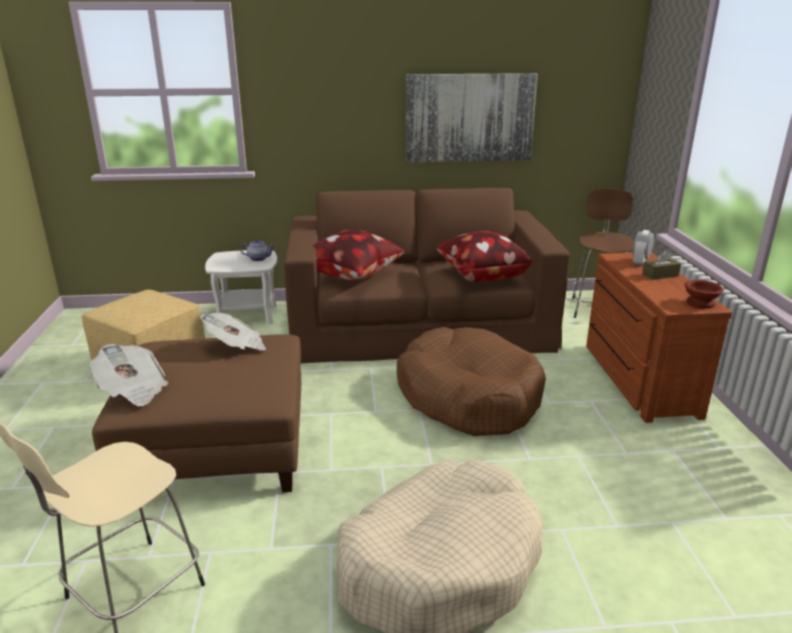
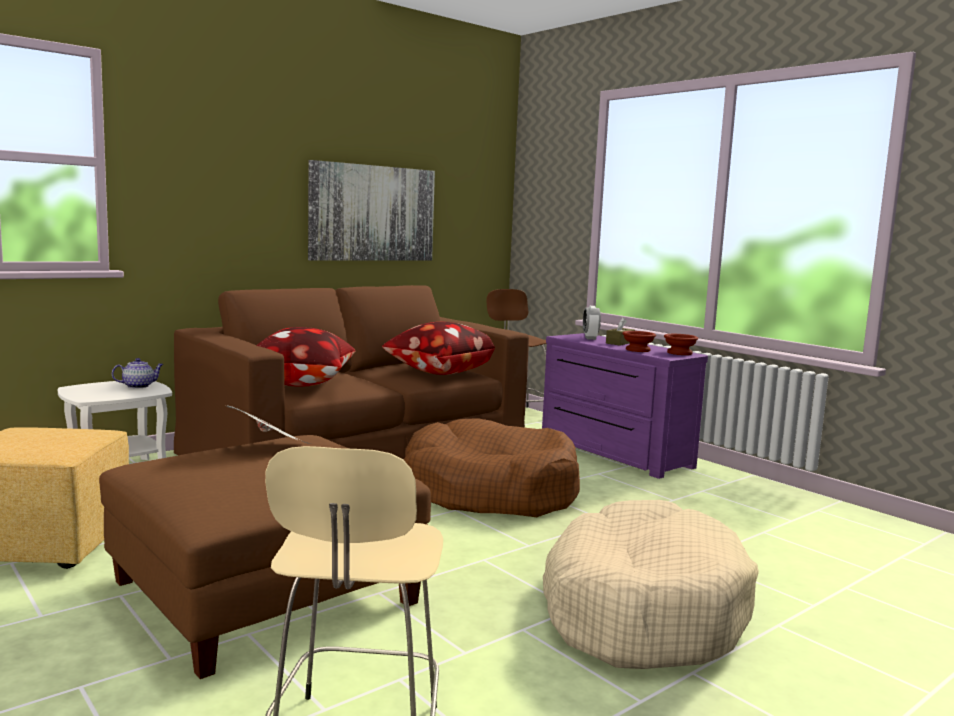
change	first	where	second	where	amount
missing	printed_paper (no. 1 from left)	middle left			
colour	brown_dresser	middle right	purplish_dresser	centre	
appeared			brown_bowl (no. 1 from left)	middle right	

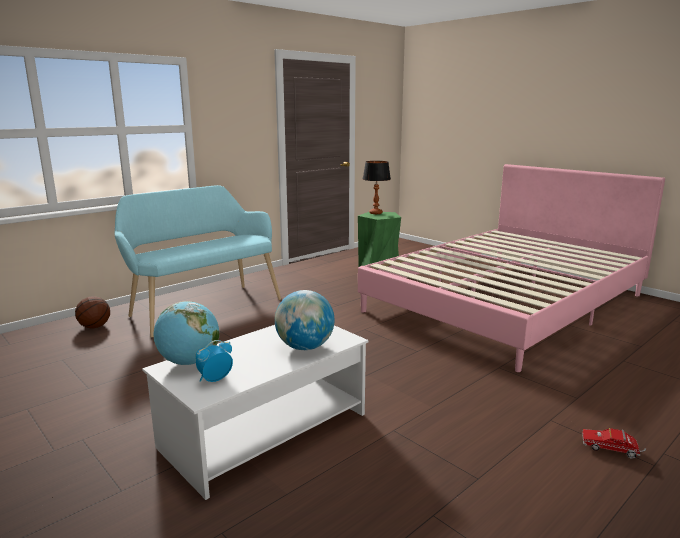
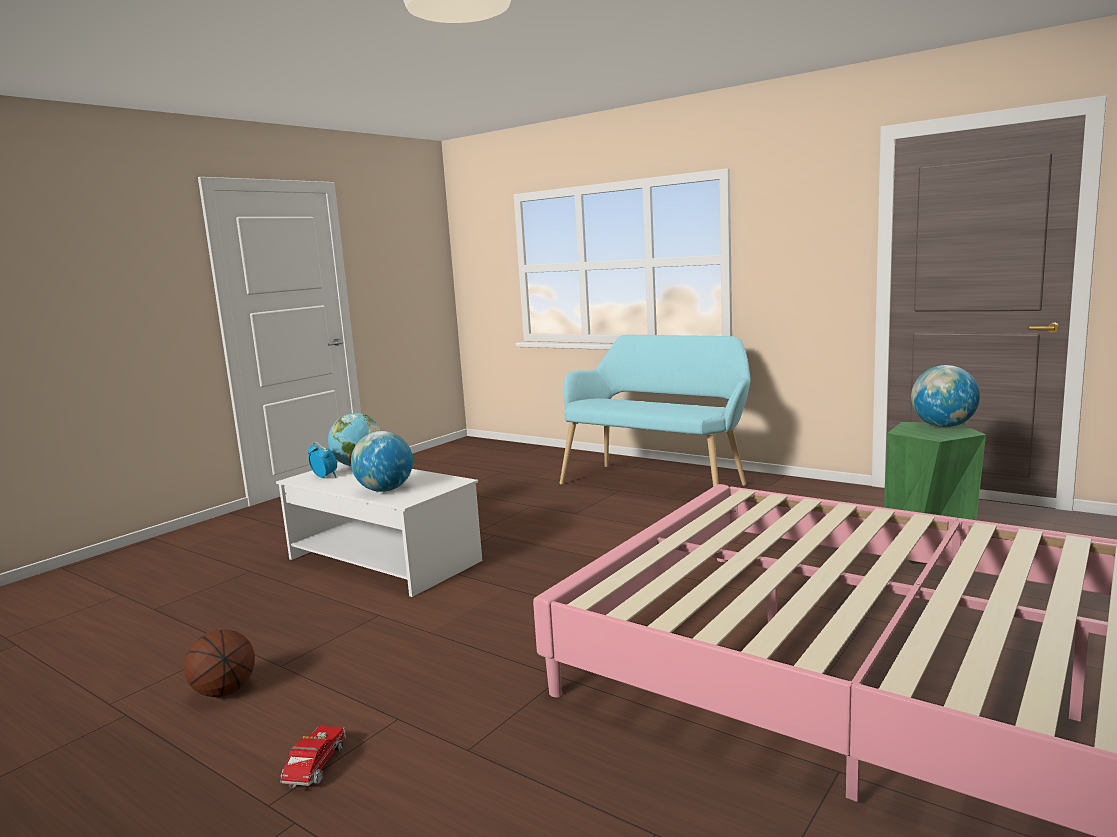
change	first	where	second	where	amount
relocated	ball_for_basketball	middle left		bottom left	
exchanged	lamp_for_a_table	centre	globe (no. 3 from left)	middle right	

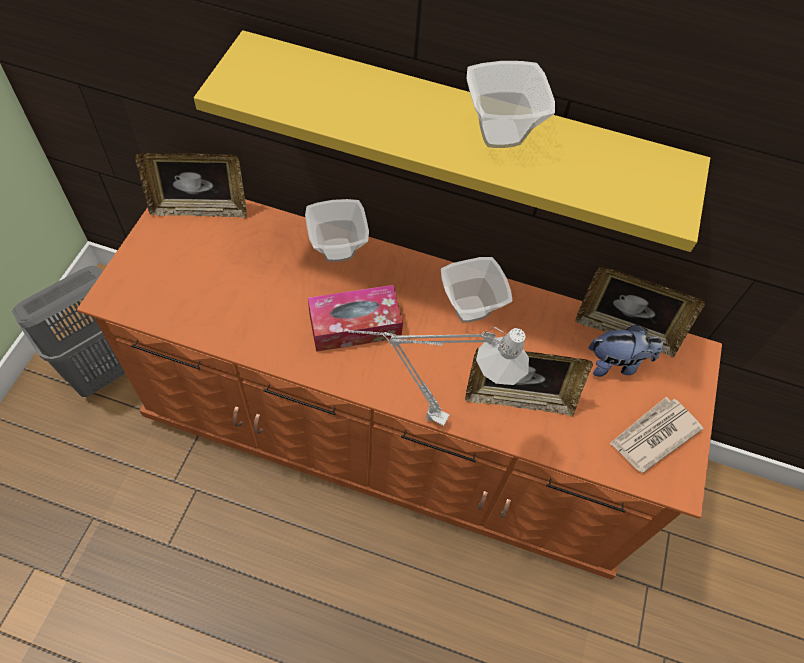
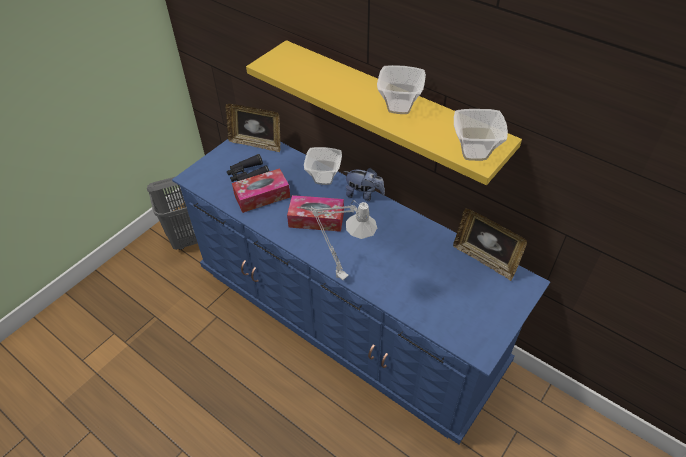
change	first	where	second	where	amount
colour	orange_dresser	centre	bluish_dresser	centre	
relocated	bowl (no. 2 from left in the first image)	centre	bowl (no. 3 from left)	top right	
missing	standing_frame (no. 2 from left)	centre			
relocated	cuddly_toy	middle right		centre	
missing	printed_paper	middle right			
appeared			black_pair_of_binoculars	centre	
appeared			tissue_box (no. 1 from left)	centre	

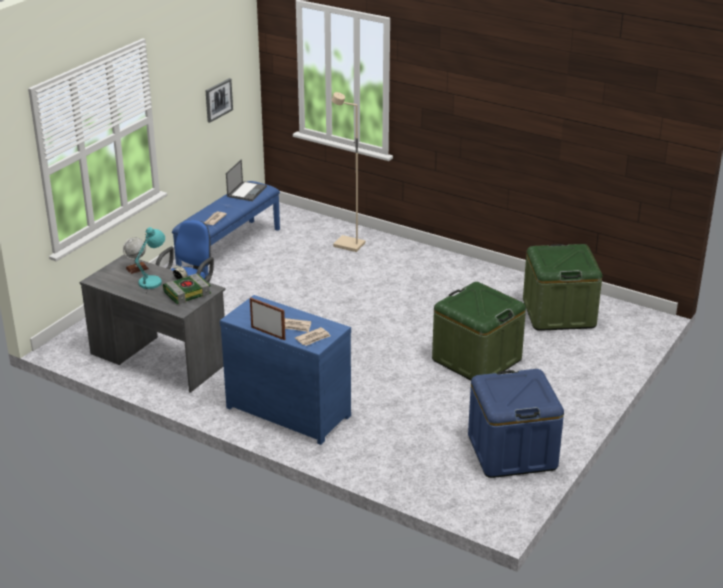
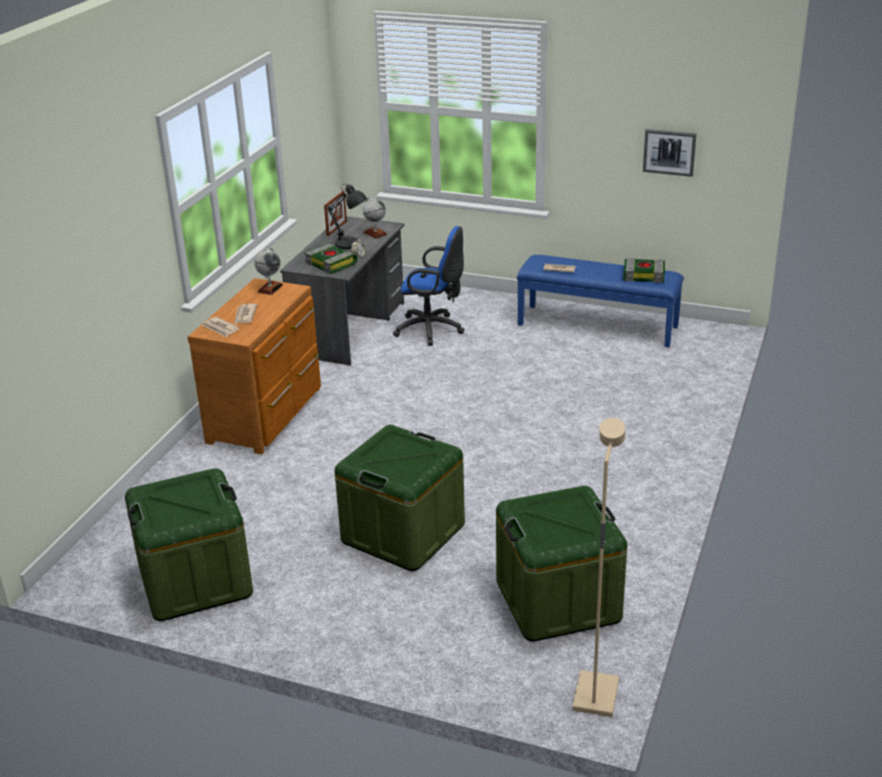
change	first	where	second	where	amount
colour	turquoise_lamp_for_a_table	middle left	gray_lamp_for_a_table	top centre	
colour	bluish_dresser	centre	brown_dresser	middle left	
exchanged	portable_computer	top centre	volume (no. 2 from left)	middle right	
relocated	standing_frame	centre		top centre	
relocated	sand-coloured_standing_lamp	top centre		bottom right	
colour	bluish_storage_container	bottom right	green_storage_container (no. 1 from left)	bottom left	
appeared			globe (no. 1 from left)	middle left	

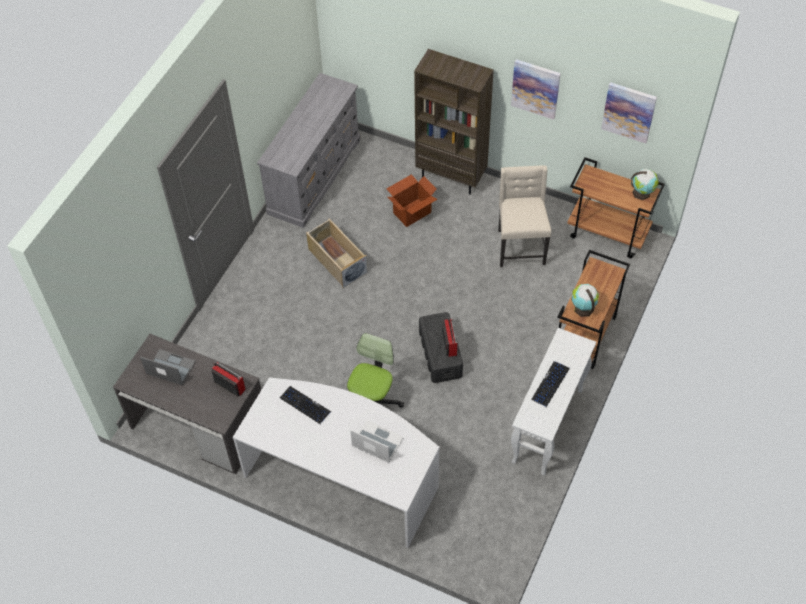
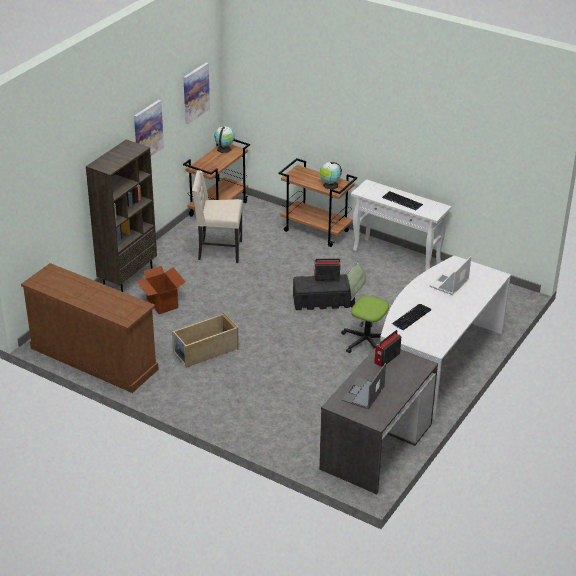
change	first	where	second	where	amount
colour	gray_dresser	top centre	brown_dresser	middle left	

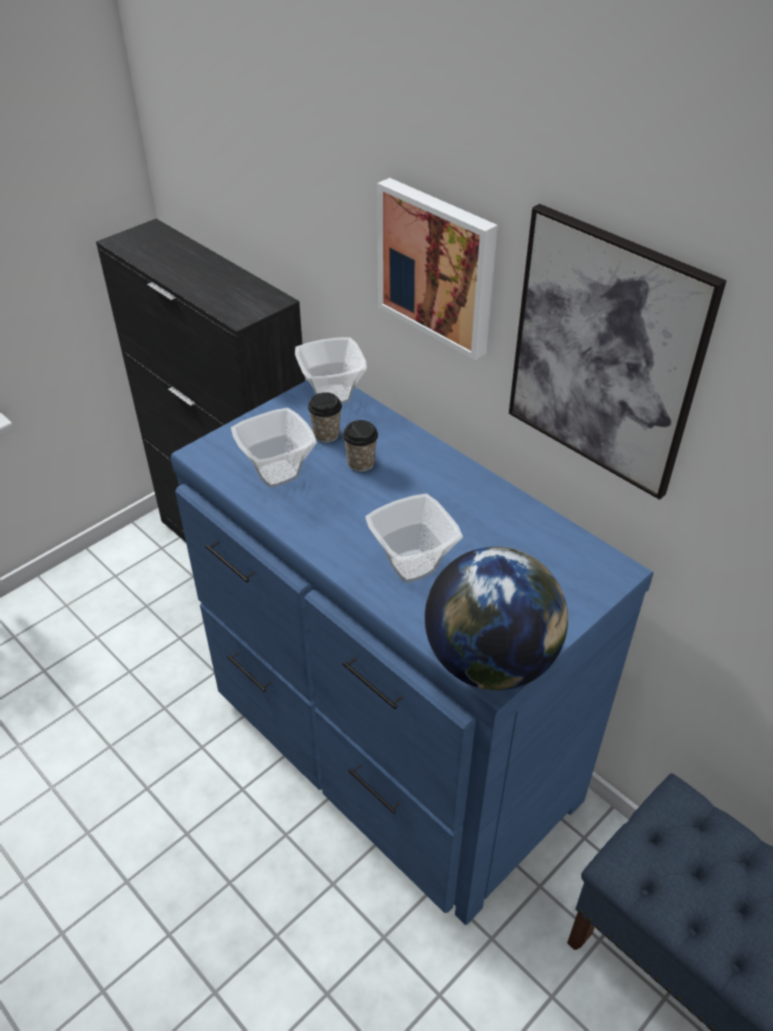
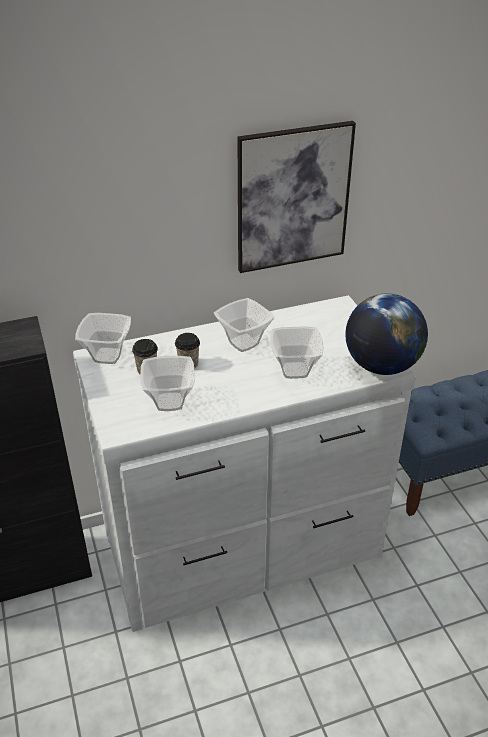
change	first	where	second	where	amount
colour	bluish_dresser	centre	white-coloured_dresser	centre	
missing	picture (no. 1 from left)	top centre			
appeared			bowl (no. 3 from left)	centre	

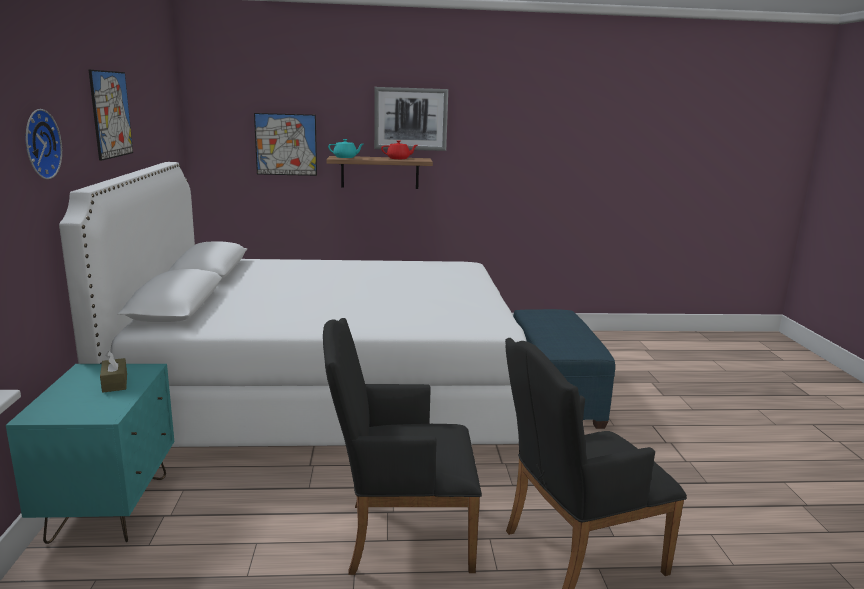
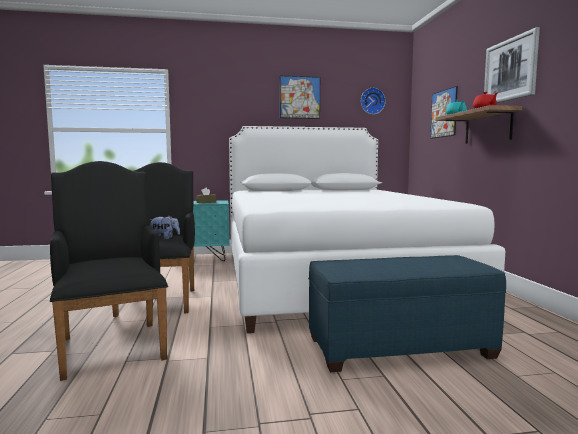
change	first	where	second	where	amount
relocated	clock_on_the_wall	top left		top centre	
appeared			cuddly_toy	middle left	

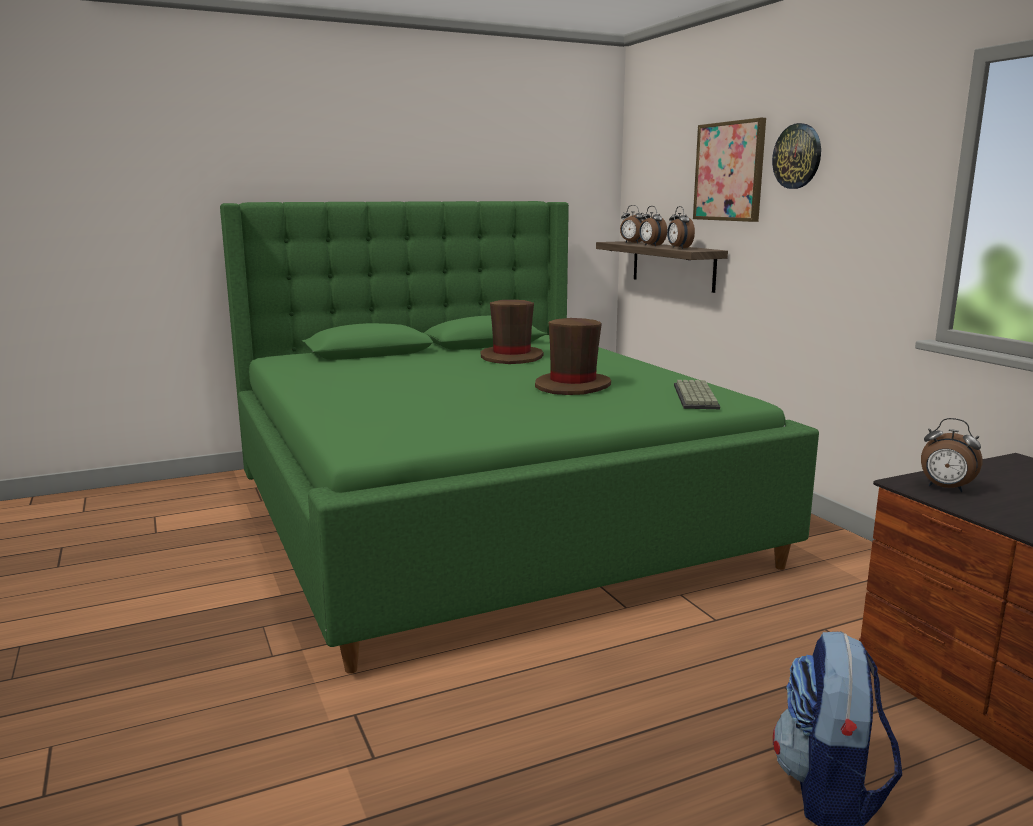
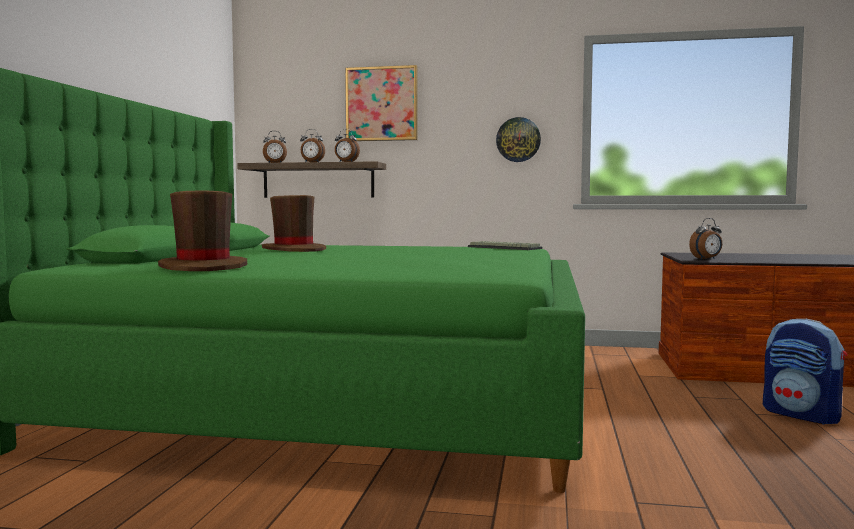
change	first	where	second	where	amount
relocated	brown_wearable_hat (no. 2 from left in the first image)	centre	brown_wearable_hat (no. 1 from left)	middle left	
relocated	clock_on_the_wall	top right		top centre	

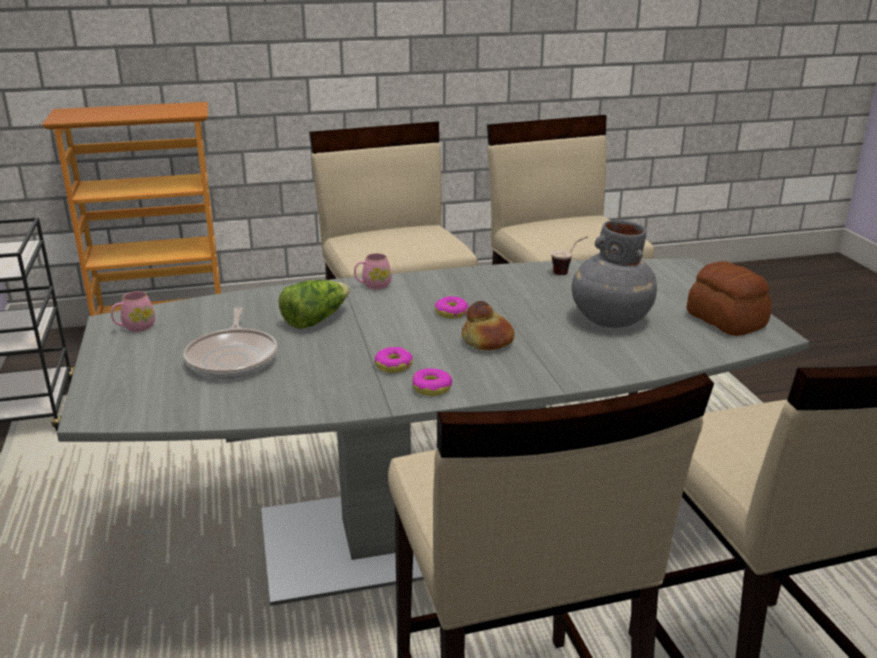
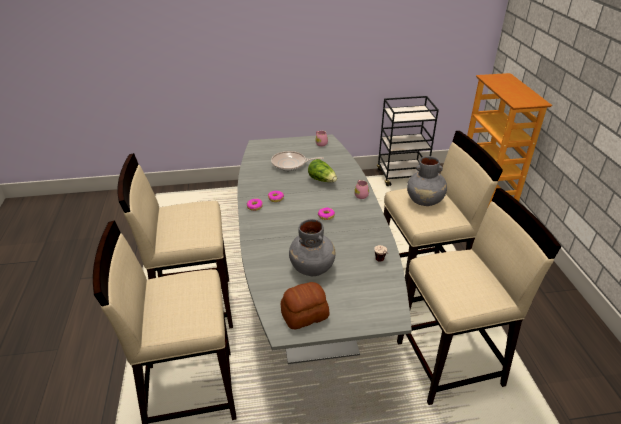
change	first	where	second	where	amount
missing	bread (no. 1 from left)	centre			
appeared			gray_decorative_vase (no. 2 from left)	middle right	

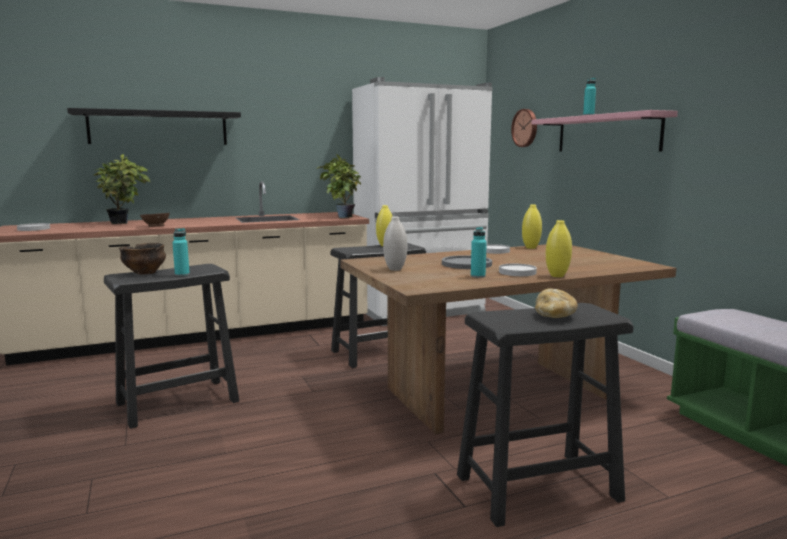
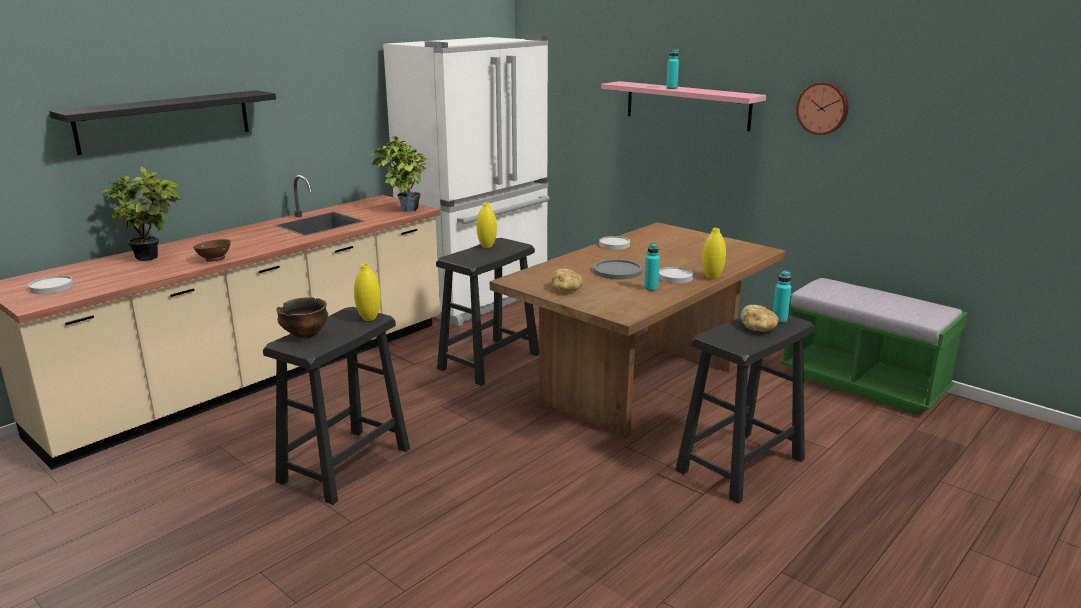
change	first	where	second	where	amount
relocated	turquoise_beverage_bottle (no. 1 from left in the first image)	middle left	turquoise_beverage_bottle (no. 3 from left)	middle right	
exchanged	white-coloured_decorative_vase	centre	bread (no. 1 from left)	centre	
relocated	clock_on_the_wall	top centre		top right	
relocated	yellow_decorative_vase (no. 2 from left in the first image)	middle right	yellow_decorative_vase (no. 1 from left)	centre	

